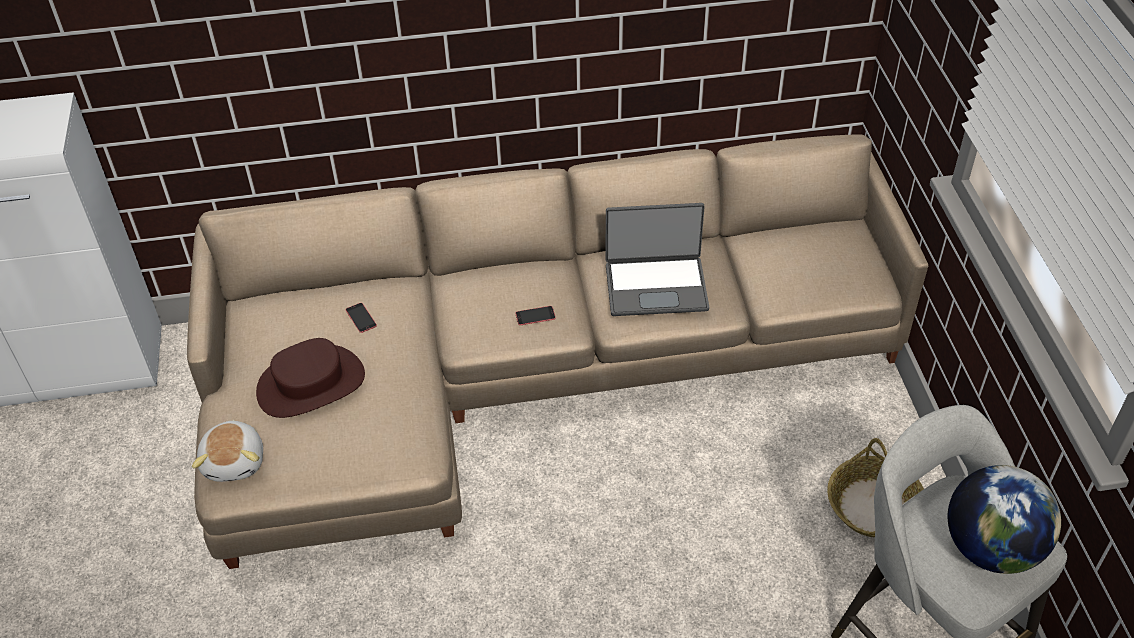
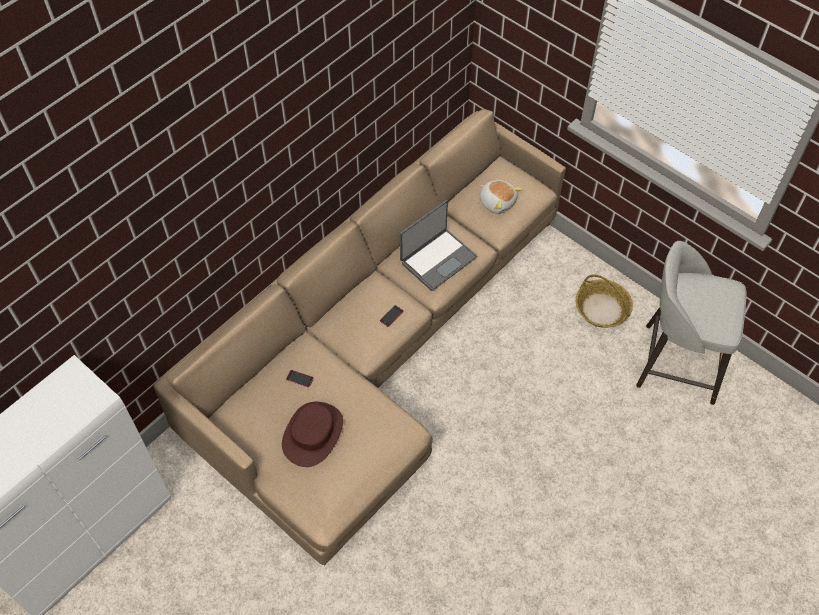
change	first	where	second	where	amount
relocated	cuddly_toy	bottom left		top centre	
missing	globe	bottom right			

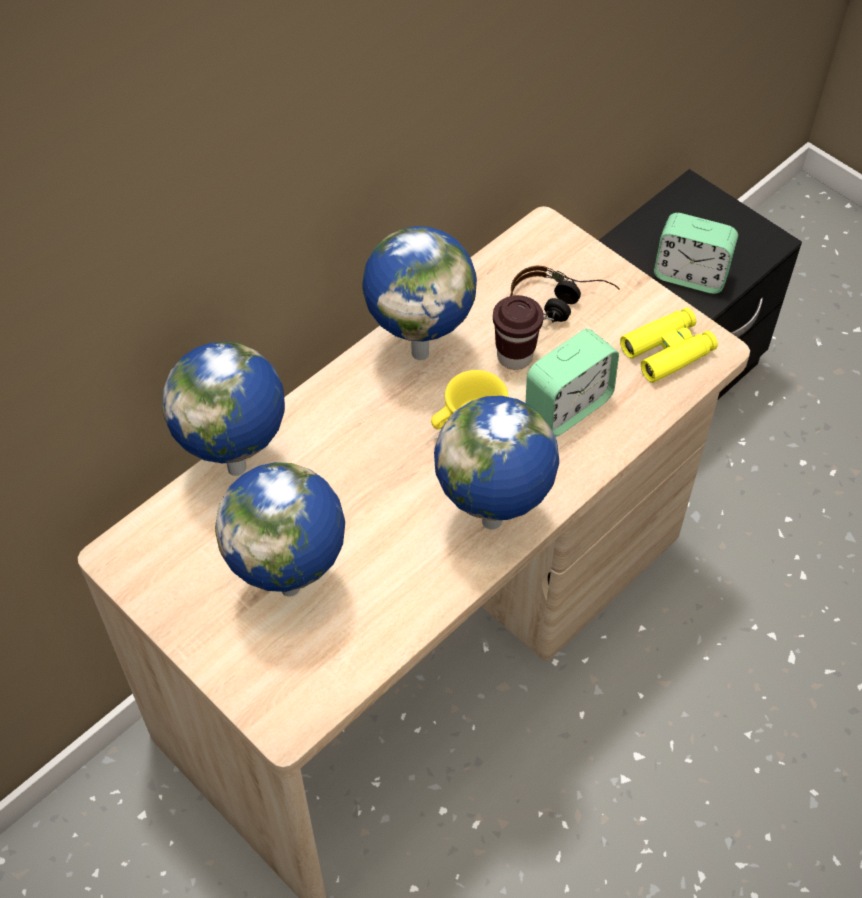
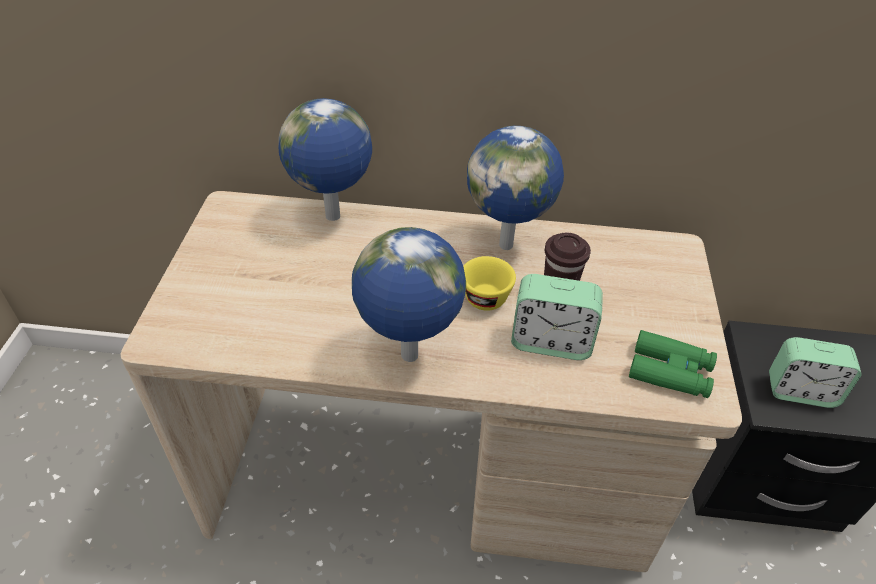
change	first	where	second	where	amount
missing	globe (no. 2 from left)	middle left			
missing	pair_of_headphones	top centre			
colour	yellow_pair_of_binoculars	middle right	green_pair_of_binoculars	middle right	
spun	bedside_clock (no. 2 from left)	top right		middle right	60 degrees counterclockwise

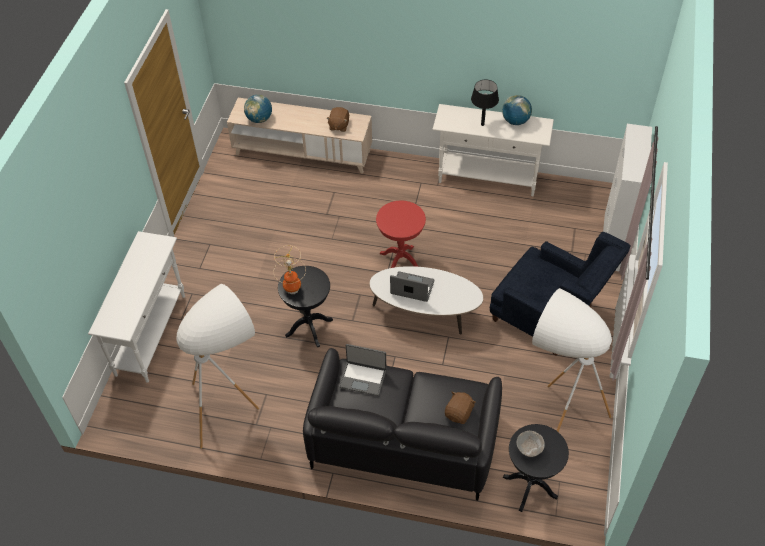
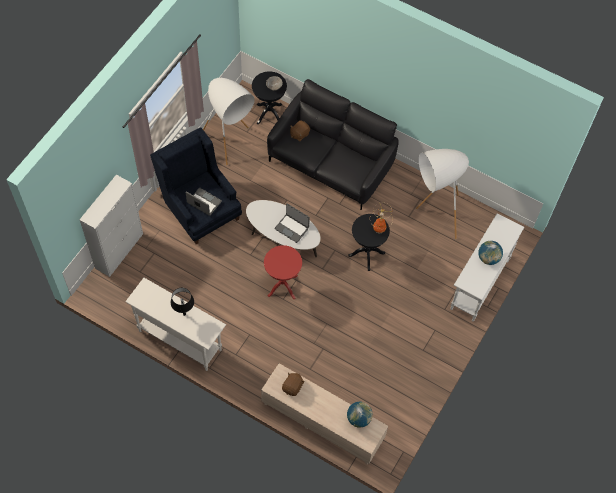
change	first	where	second	where	amount
relocated	portable_computer (no. 1 from left)	bottom centre		middle left	
relocated	globe (no. 2 from left)	top right		middle right	

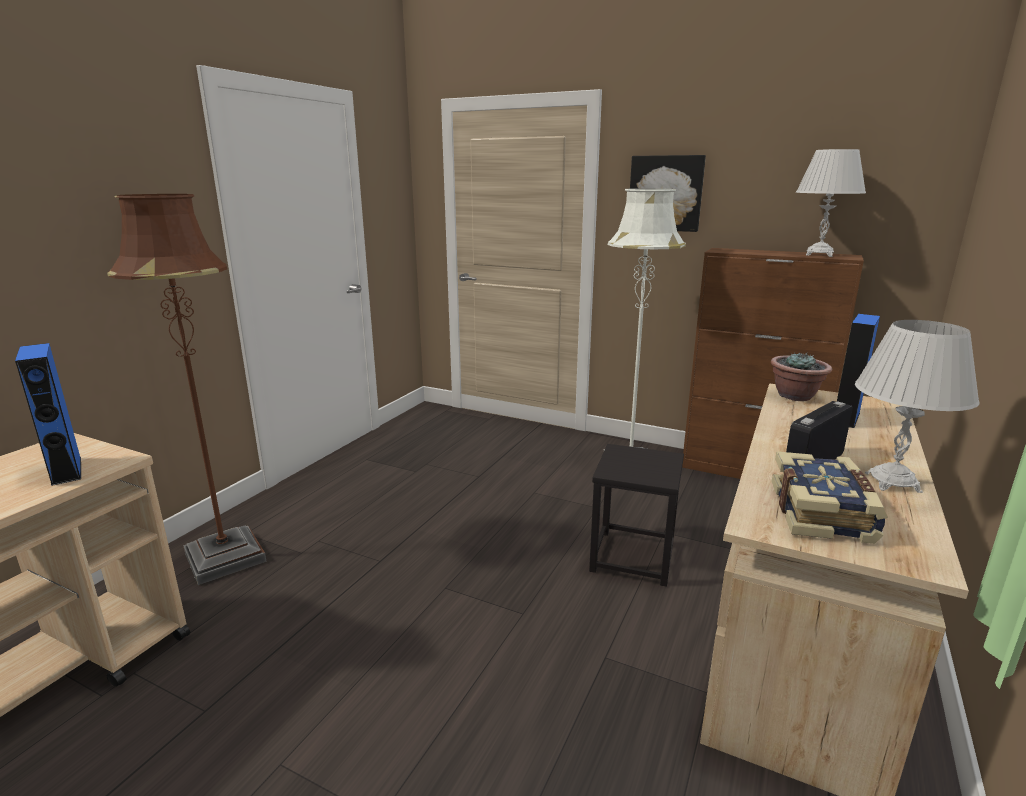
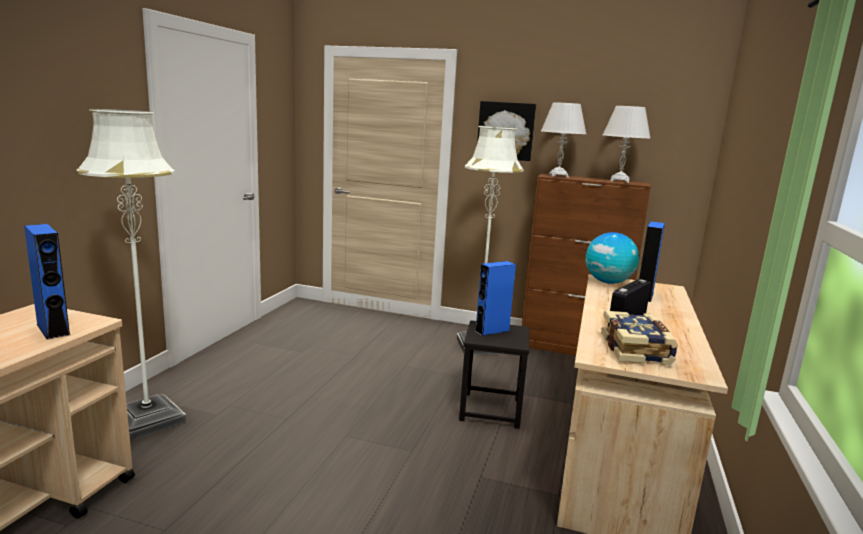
change	first	where	second	where	amount
colour	brown_standing_lamp	middle left	white-coloured_standing_lamp (no. 1 from left)	middle left	
exchanged	plant_in_a_pot	middle right	globe	middle right	
relocated	white-coloured_lamp_for_a_table (no. 2 from left in the first image)	middle right	white-coloured_lamp_for_a_table (no. 1 from left)	top centre	
appeared			bluish_audio_speaker (no. 2 from left)	centre	

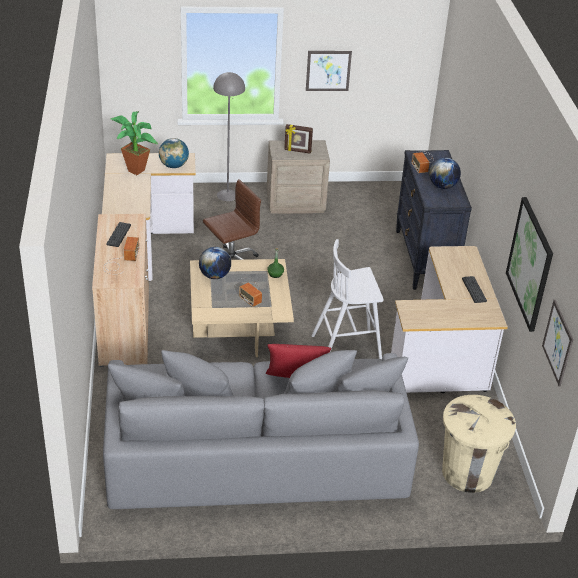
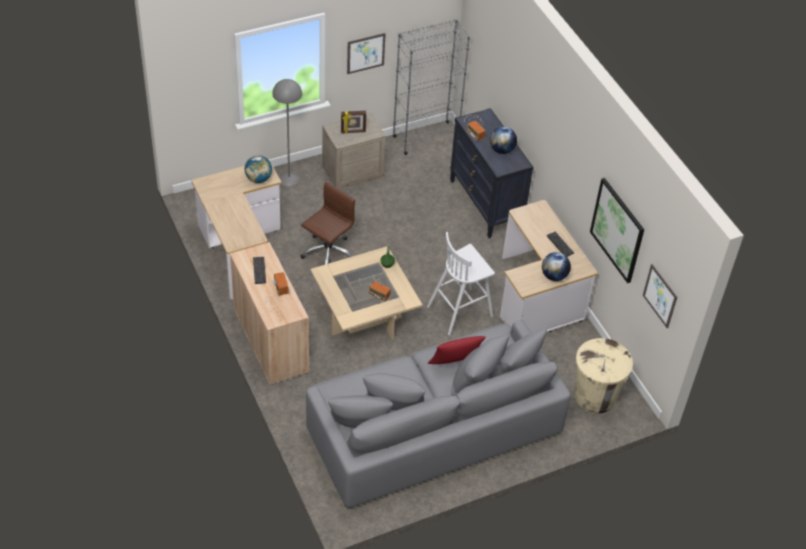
change	first	where	second	where	amount
missing	plant_in_a_pot	top left			
relocated	globe (no. 2 from left in the first image)	centre	globe (no. 3 from left)	middle right	
appeared			gray_bookcase	top centre	

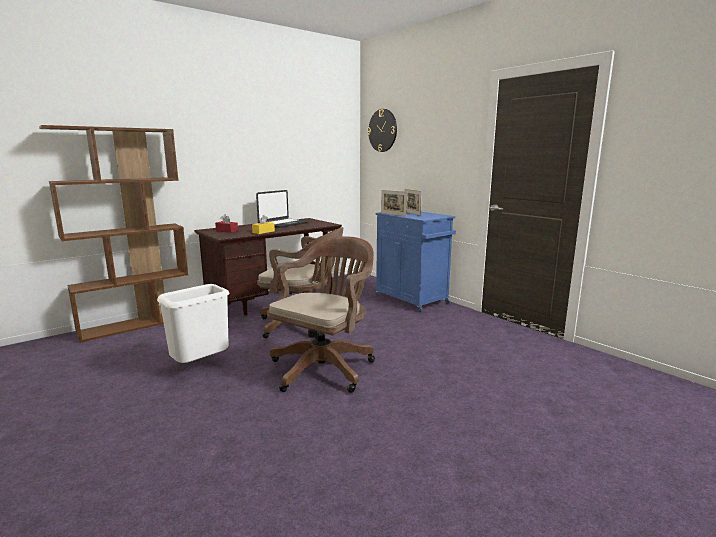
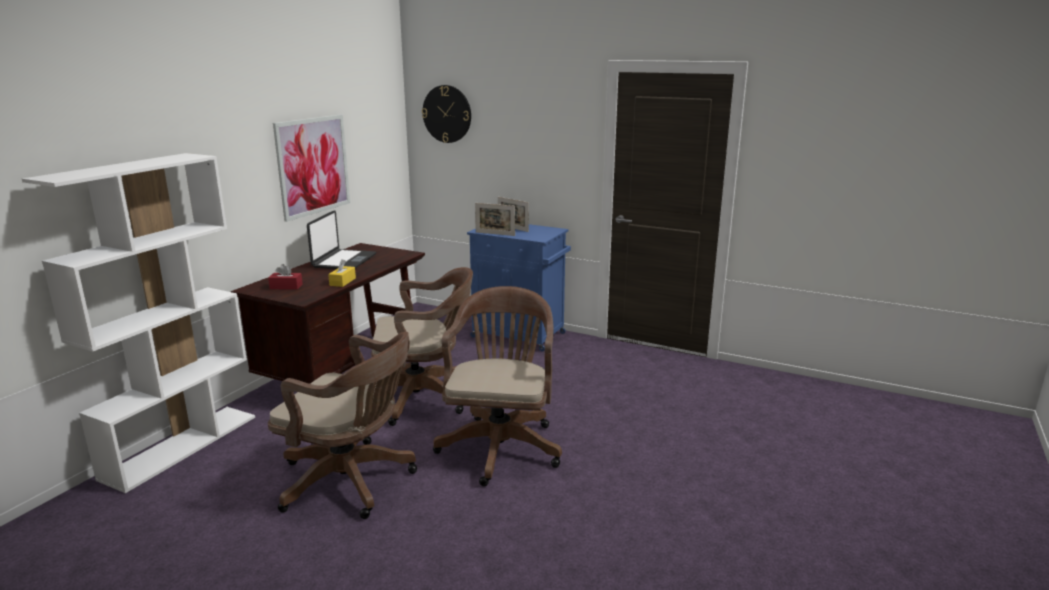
change	first	where	second	where	amount
colour	brown_bookcase	middle left	white-coloured_bookcase	middle left	
exchanged	white-coloured_rubbish_bin	middle left	brown_desk_chair (no. 1 from left)	bottom left	
appeared			picture	top left	

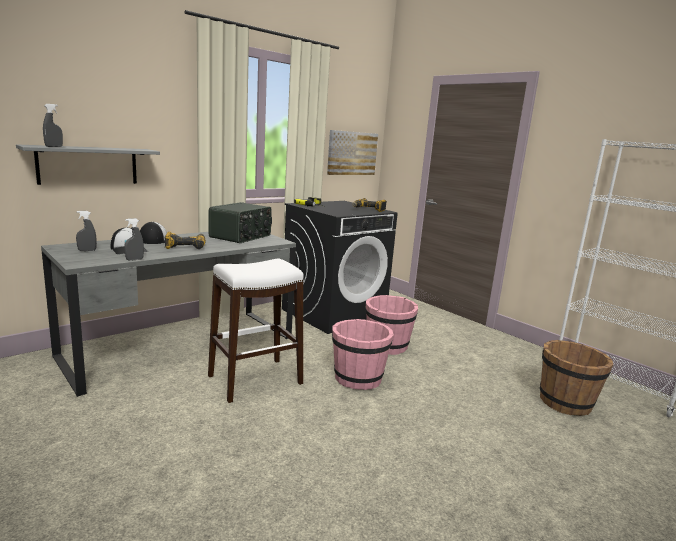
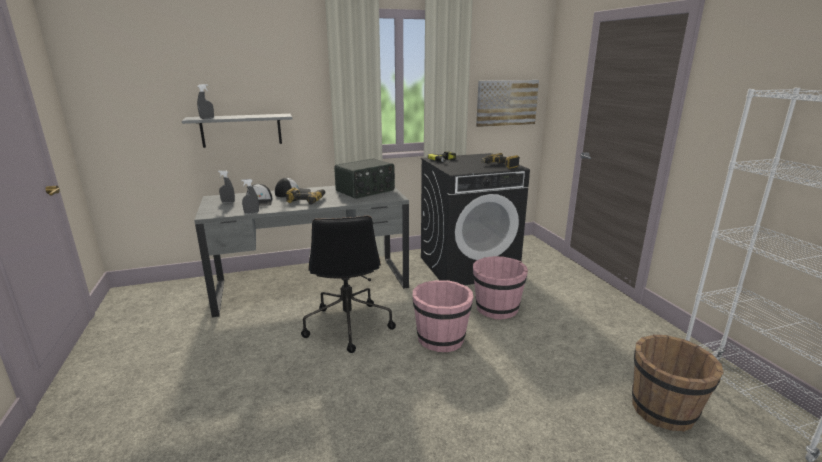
change	first	where	second	where	amount
exchanged	white-coloured_stool_seat	centre	black_desk_chair	centre	

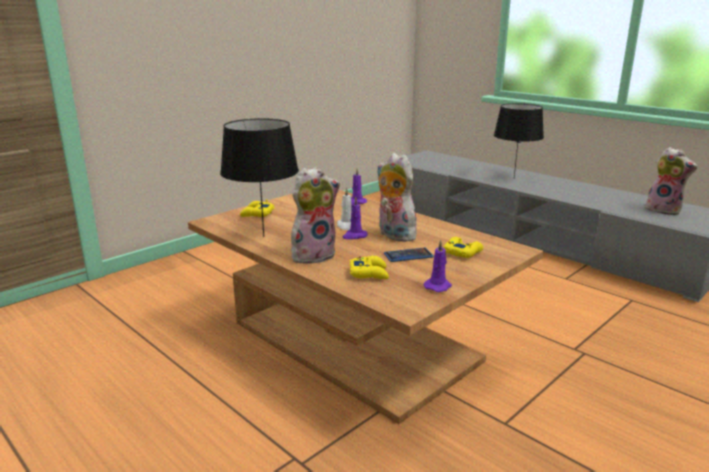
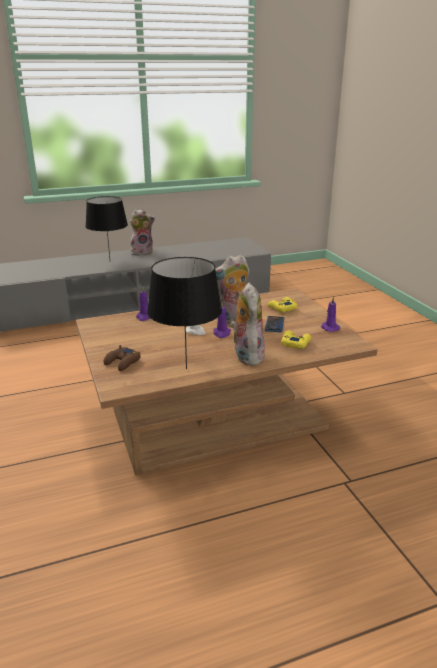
change	first	where	second	where	amount
colour	yellow_game_controller (no. 1 from left)	centre	brown_game_controller	middle left	
relocated	cuddly_toy (no. 3 from left in the first image)	middle right	cuddly_toy (no. 1 from left)	middle left	

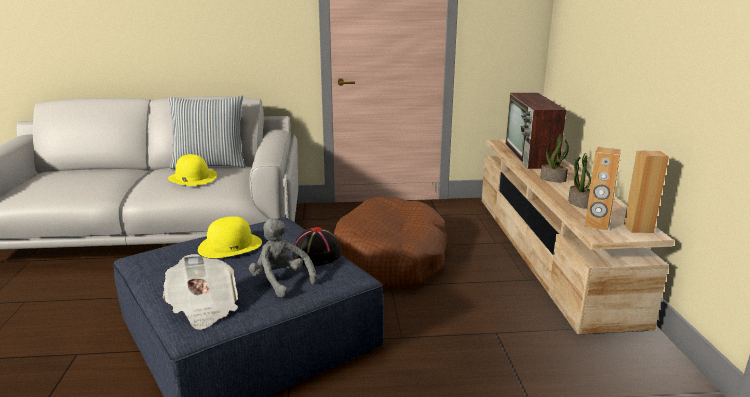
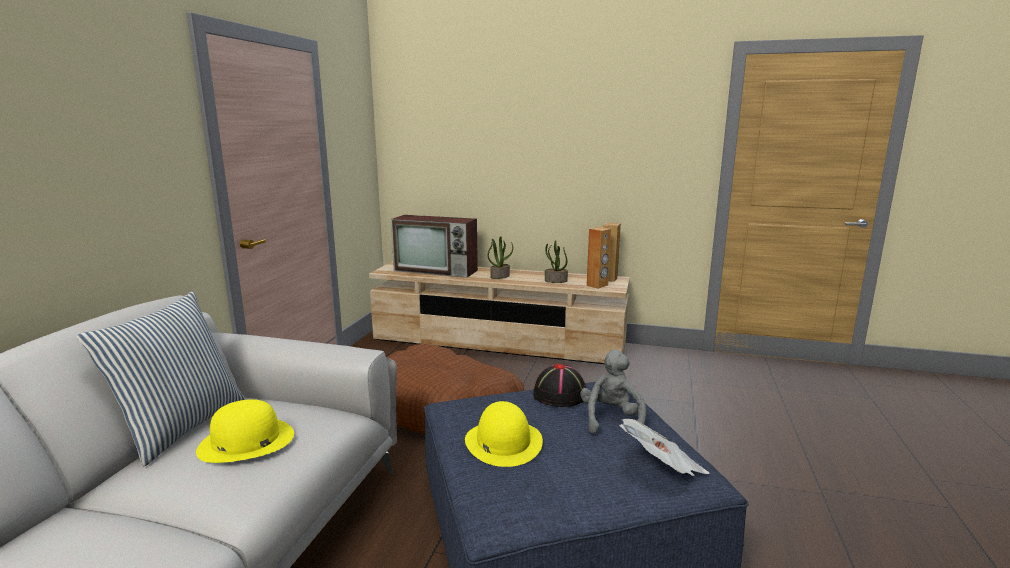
change	first	where	second	where	amount
spun	gray_cuddly_toy	centre		bottom centre	120 degrees clockwise

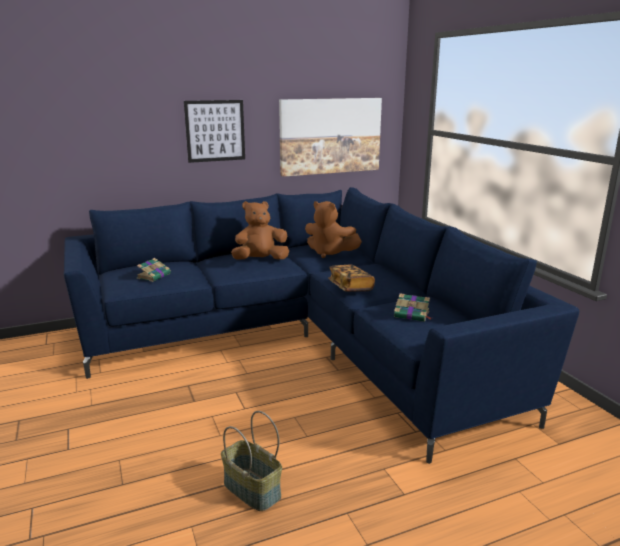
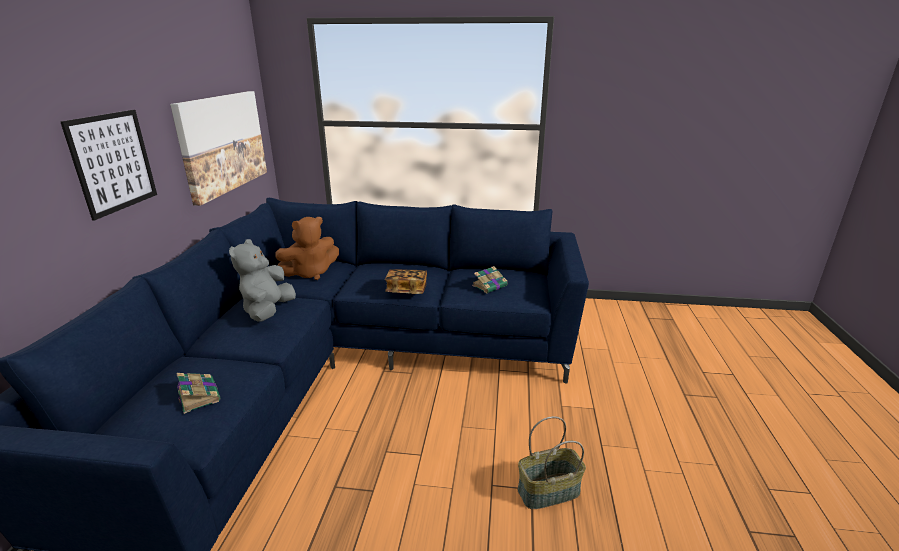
change	first	where	second	where	amount
colour	brown_cuddly_toy (no. 1 from left)	centre	gray_cuddly_toy	middle left	

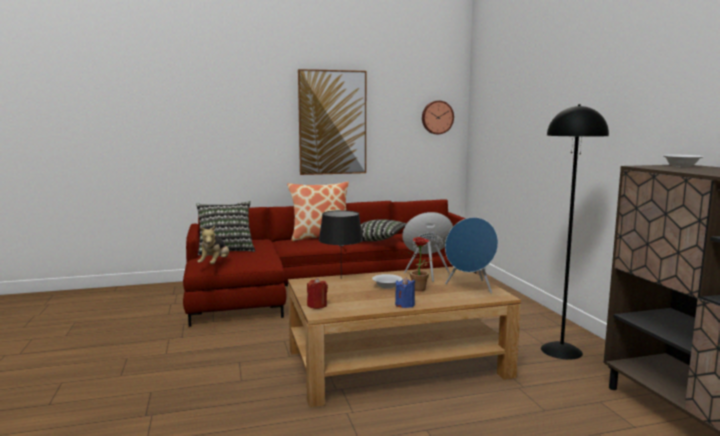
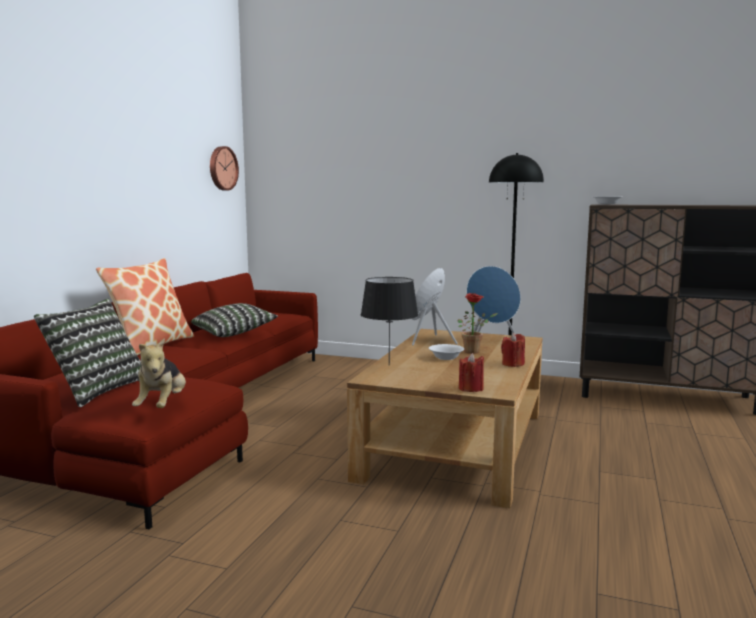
change	first	where	second	where	amount
spun	cuddly_toy	middle left		middle left	45 degrees clockwise
missing	picture	top centre			
colour	bluish_wax_candle	bottom centre	red-coloured_wax_candle (no. 2 from left)	middle right	

